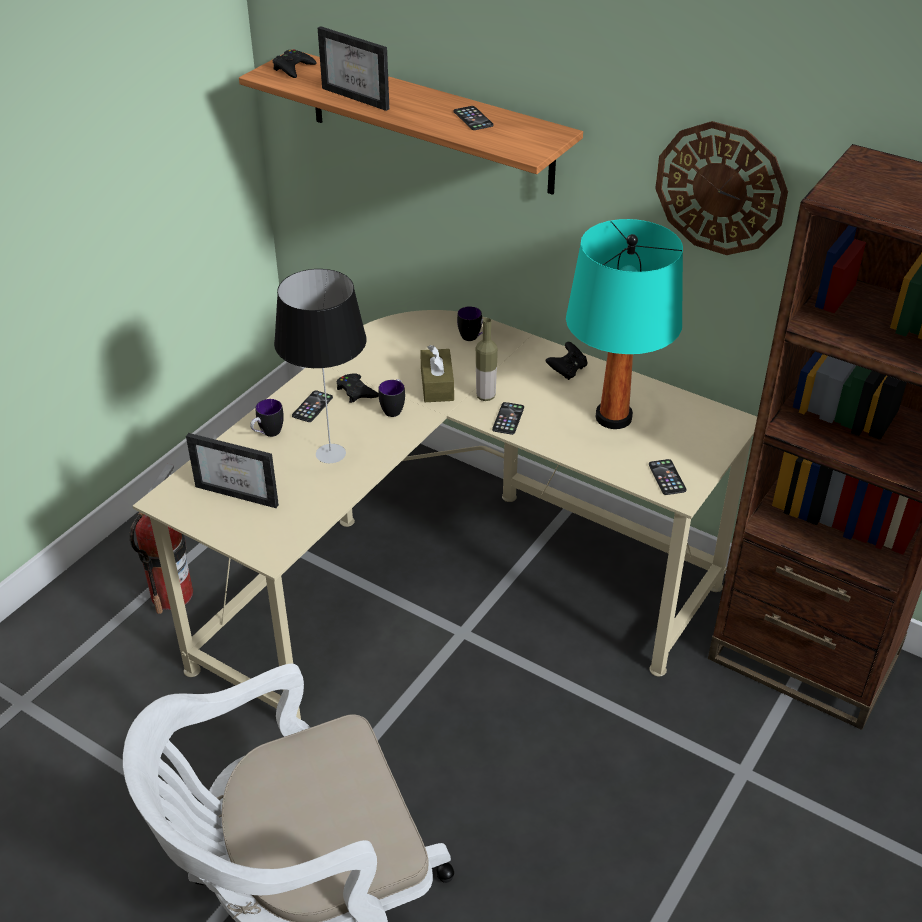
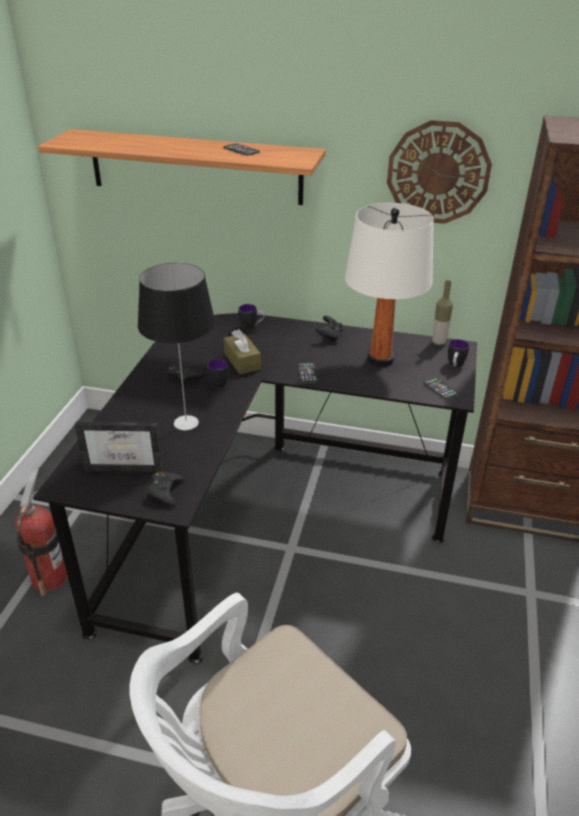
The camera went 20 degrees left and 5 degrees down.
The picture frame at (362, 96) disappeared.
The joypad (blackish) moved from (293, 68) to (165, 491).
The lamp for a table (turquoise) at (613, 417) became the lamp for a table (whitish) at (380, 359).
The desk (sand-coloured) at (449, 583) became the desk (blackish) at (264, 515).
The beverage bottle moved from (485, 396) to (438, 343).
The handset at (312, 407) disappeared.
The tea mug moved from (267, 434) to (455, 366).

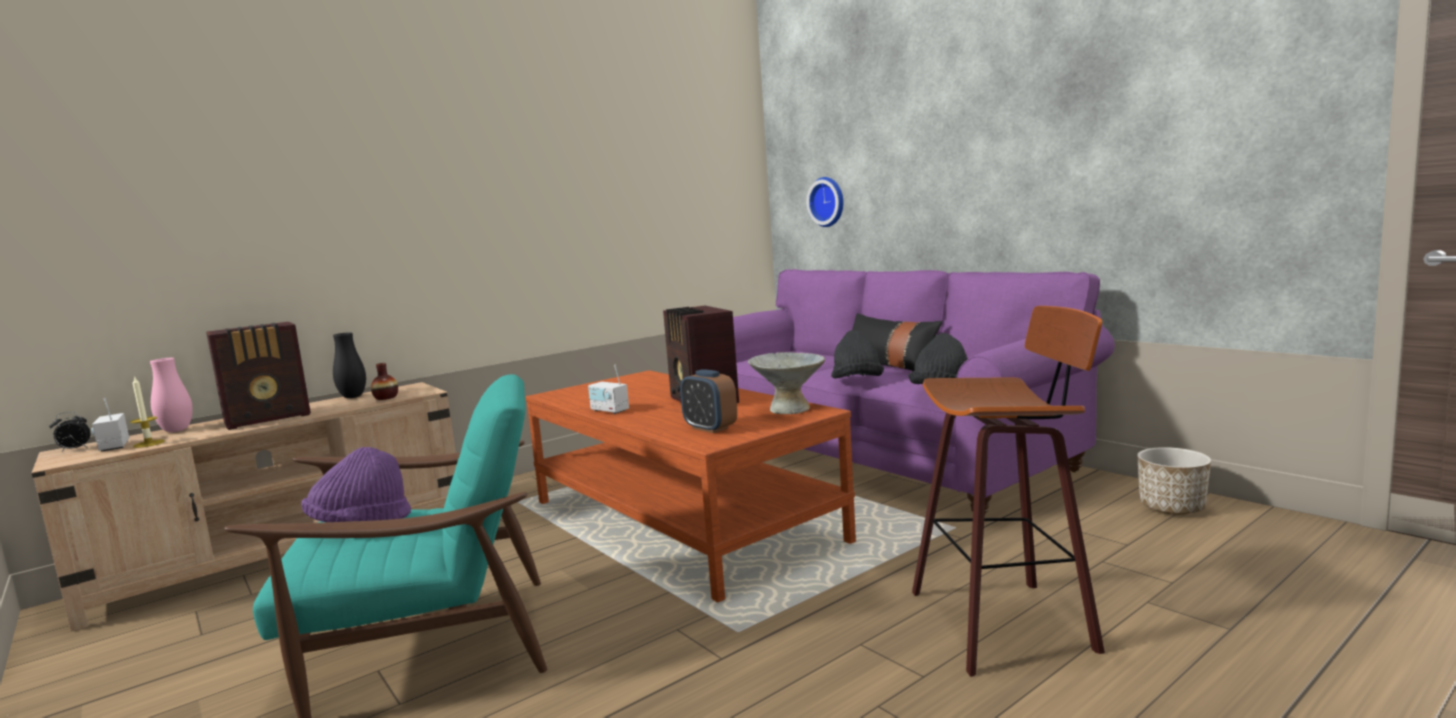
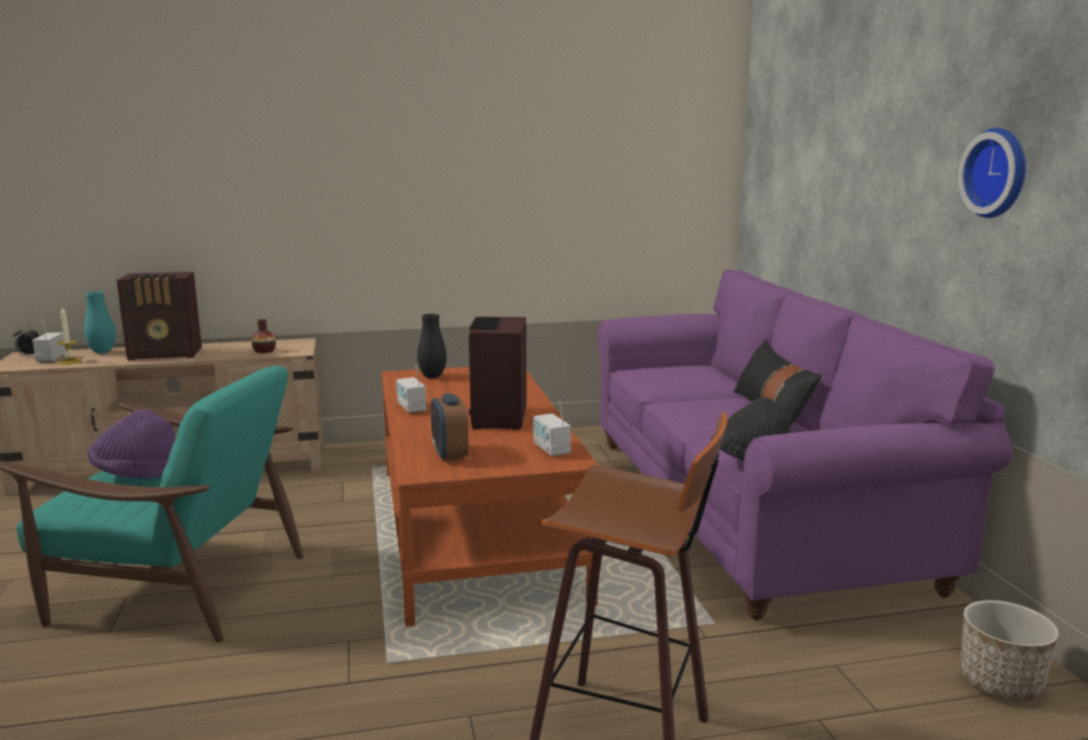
The camera went 25 degrees right and 5 degrees up.
The hanging clock moved from (828, 202) to (999, 173).
The wearable hat (blackish) at (857, 382) disappeared.
The flower vase (blackish) moved from (353, 397) to (432, 377).
The bowl (greyish) at (789, 409) was replaced by the radio receiver at (551, 449).
The flower vase (pink-coloured) at (176, 430) became the flower vase (turquoise) at (102, 352).

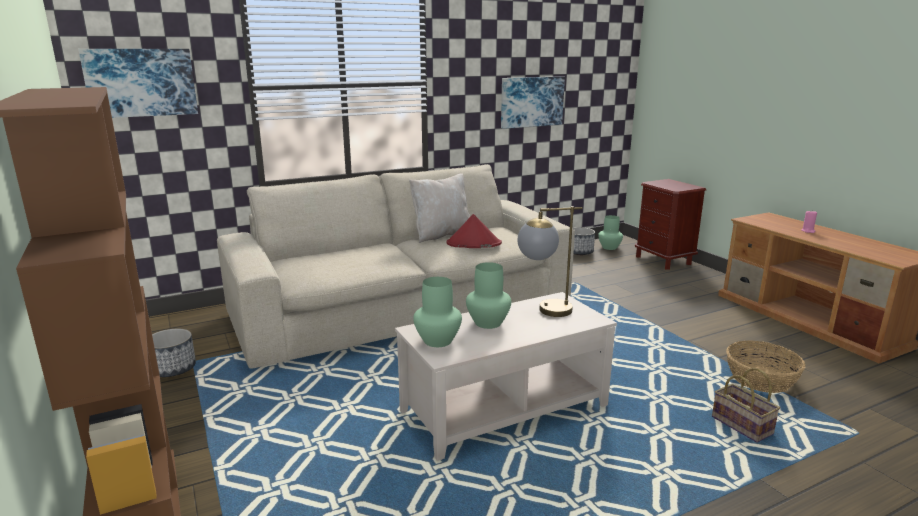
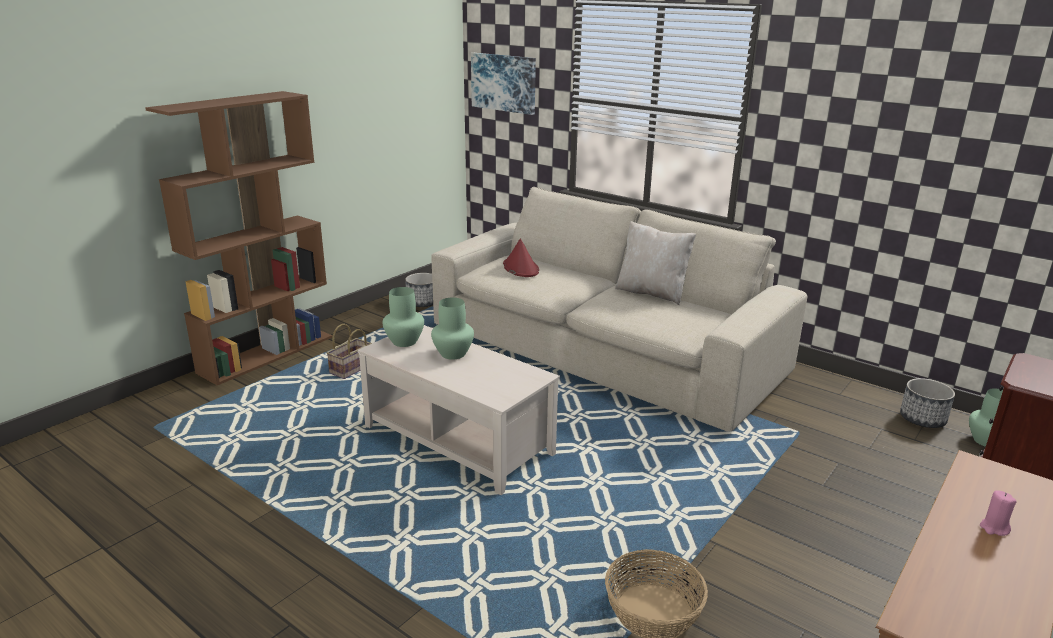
The camera went 65 degrees right and 5 degrees up.
The wall picture at (531, 101) disappeared.
The lamp for a table at (543, 311) disappeared.
The wearable hat (red) moved from (473, 243) to (520, 268).
The household basket moved from (743, 426) to (351, 369).

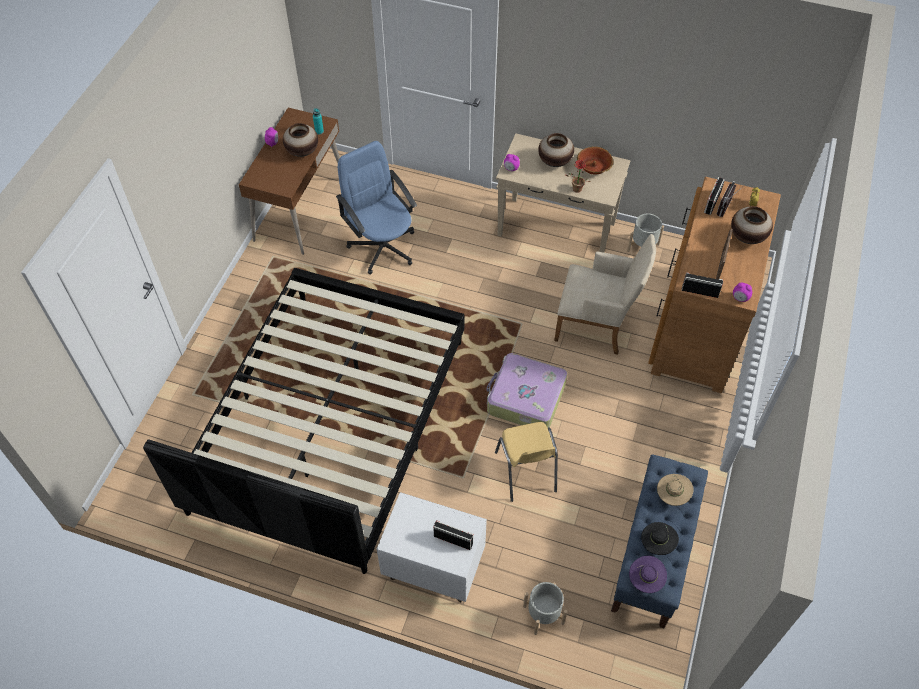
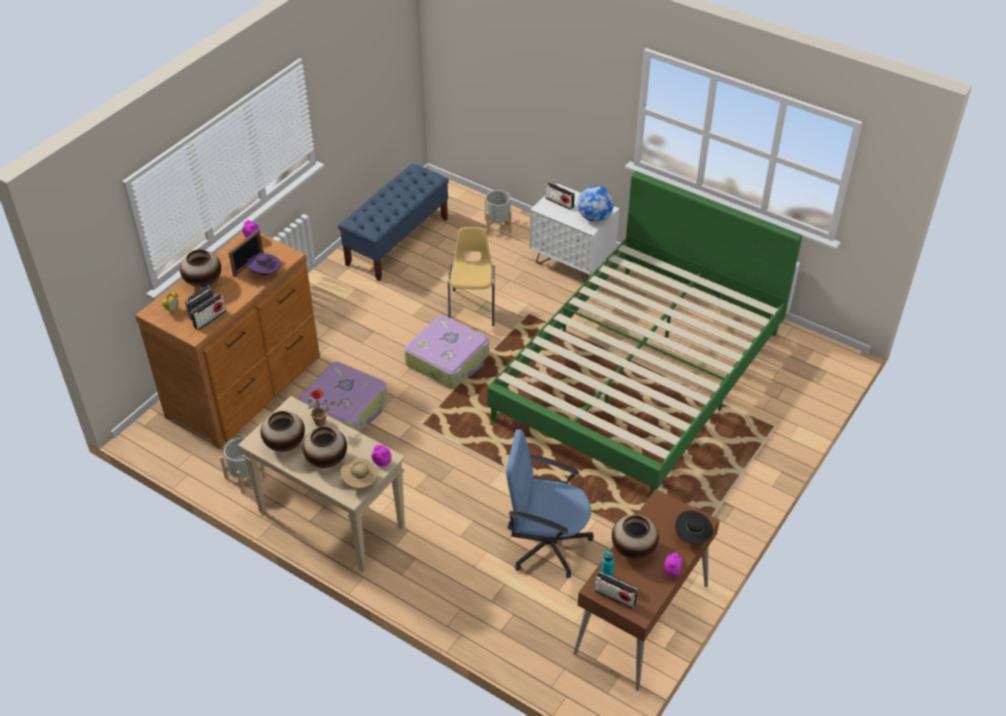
The camera went 165 degrees left and 10 degrees down.
The office chair (blue) at (383, 247) turned 120 degrees clockwise.
The bowl at (594, 167) was replaced by the flower vase at (285, 444).
The lounge chair (sand-coloured) at (597, 326) was replaced by the travel case at (345, 407).
The bedroom bed (blackish) at (329, 424) became the bedroom bed (green) at (640, 375).
The radio receiver moved from (700, 291) to (615, 597).
The wearable hat (sand-coloured) moved from (672, 495) to (360, 482).
The wearable hat (blackish) moved from (657, 543) to (692, 536).
The wearable hat (purple-coloured) moved from (645, 580) to (265, 273).
The world globe at (594, 217) appeared.

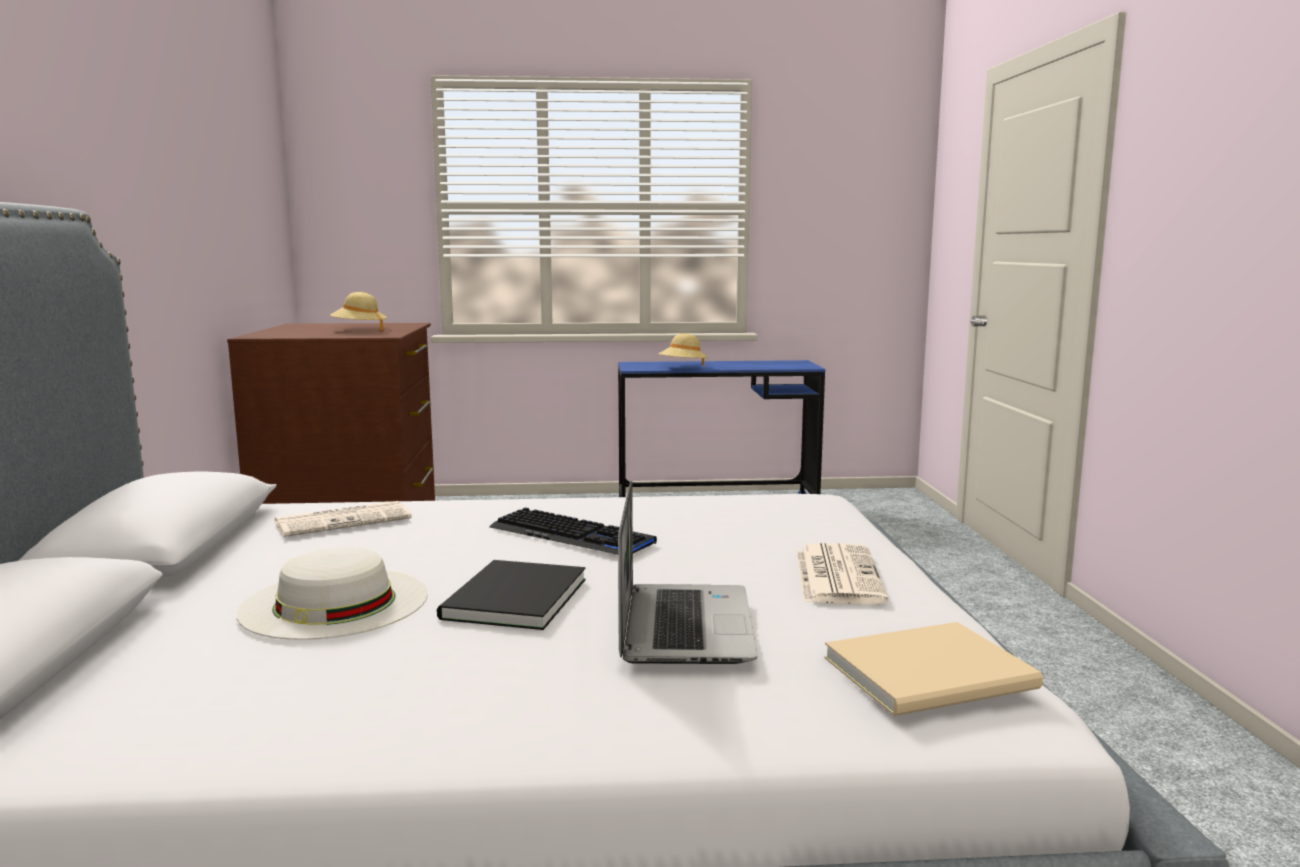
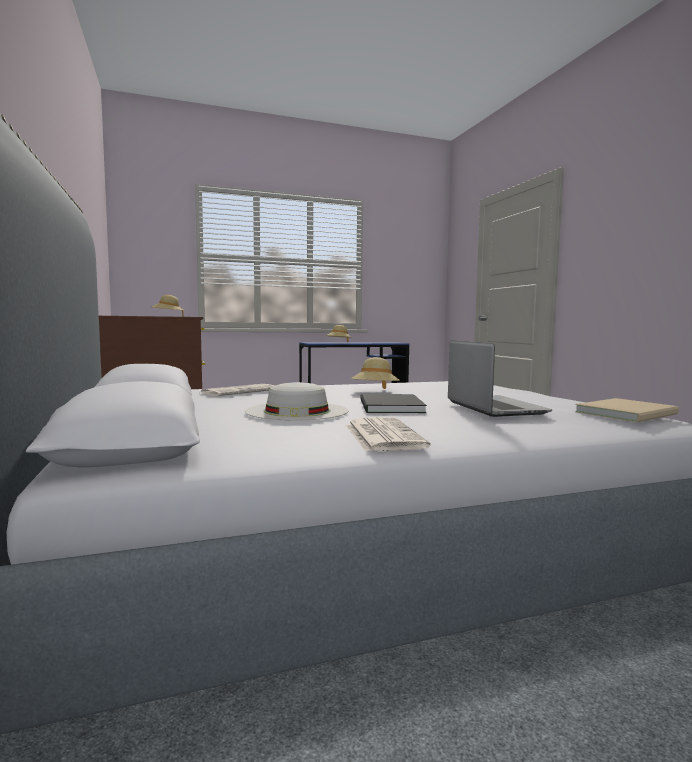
The camera went 15 degrees left and 5 degrees down.
The computer keyboard at (571, 536) was replaced by the wearable hat (sand-coloured) at (375, 392).
The newspaper moved from (836, 575) to (382, 435).

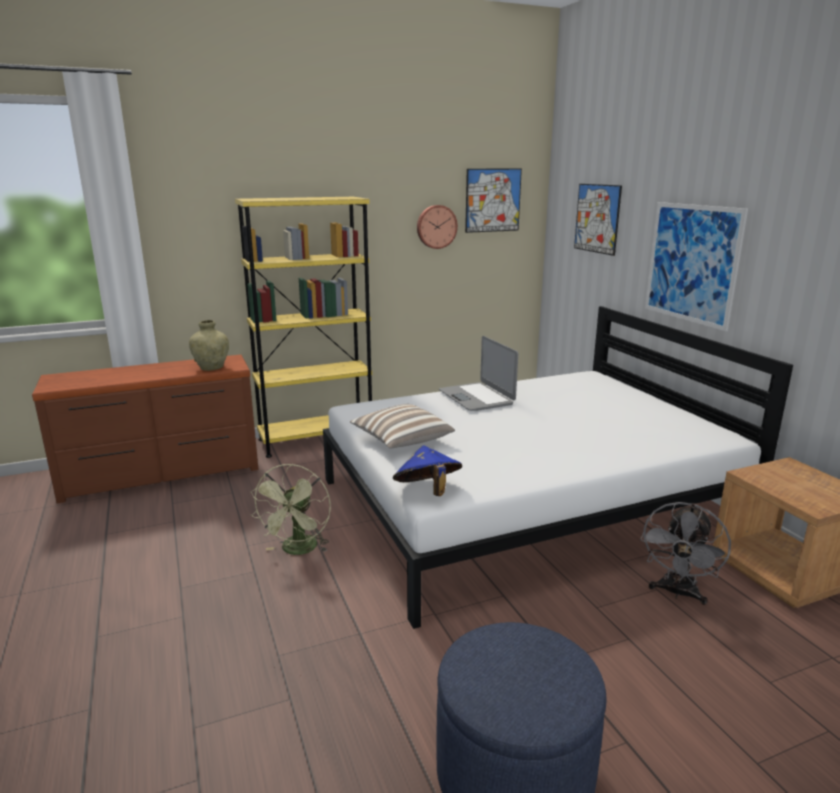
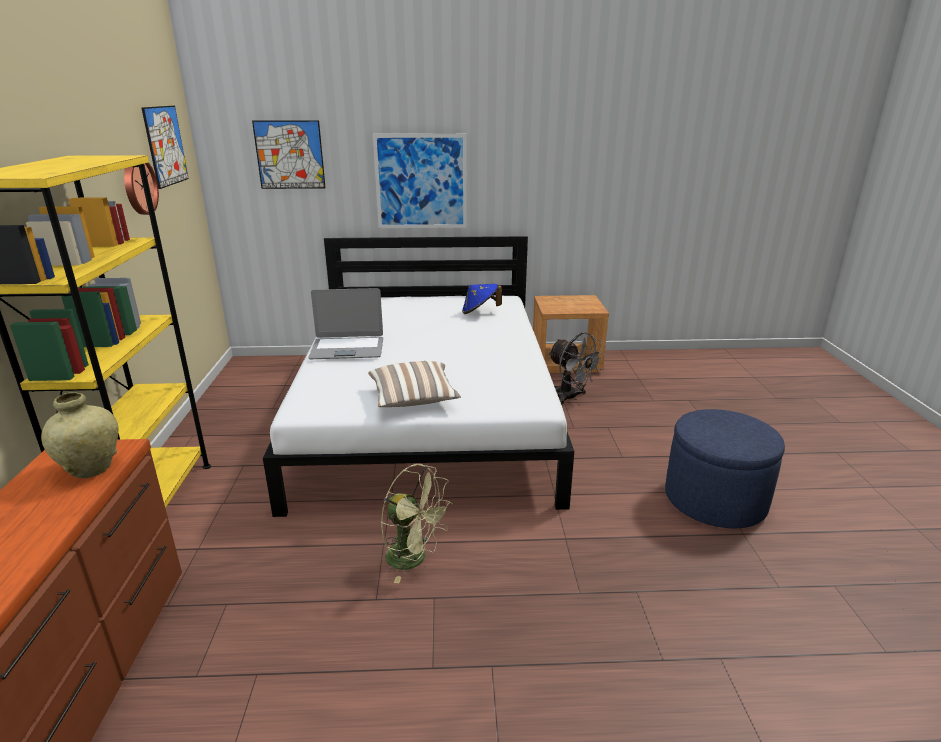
The camera went 70 degrees left and 5 degrees up.
The wearable hat (blue) moved from (427, 492) to (480, 312).

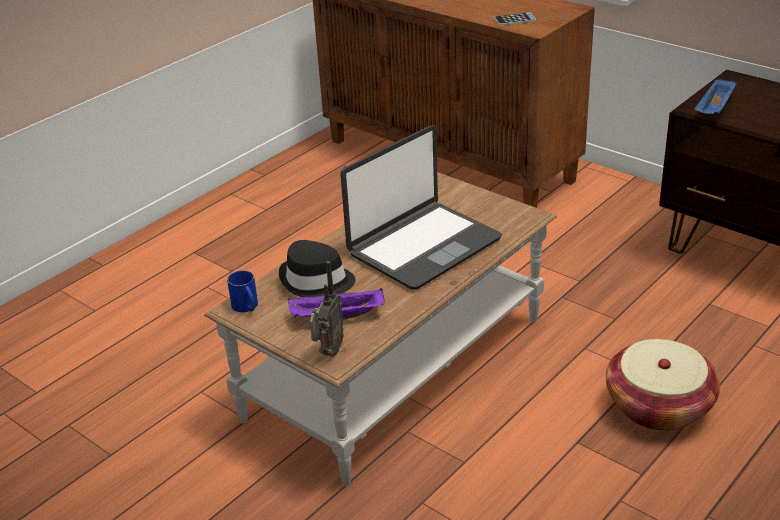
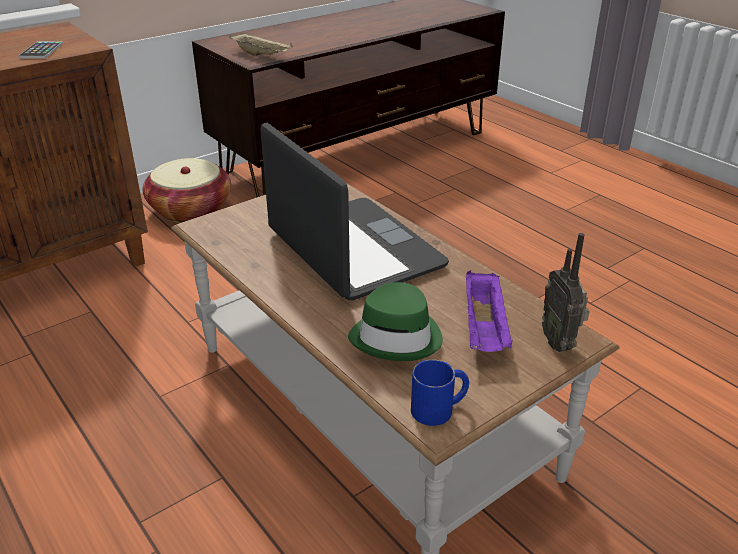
The camera went 80 degrees left and 0 degrees up.
The tray (blue) at (714, 109) became the tray (sand-coloured) at (262, 56).
The wearable hat (blackish) at (316, 281) became the wearable hat (green) at (397, 337).
The radio receiver at (328, 352) turned 135 degrees counterclockwise.
The household basket moved from (658, 406) to (190, 210).

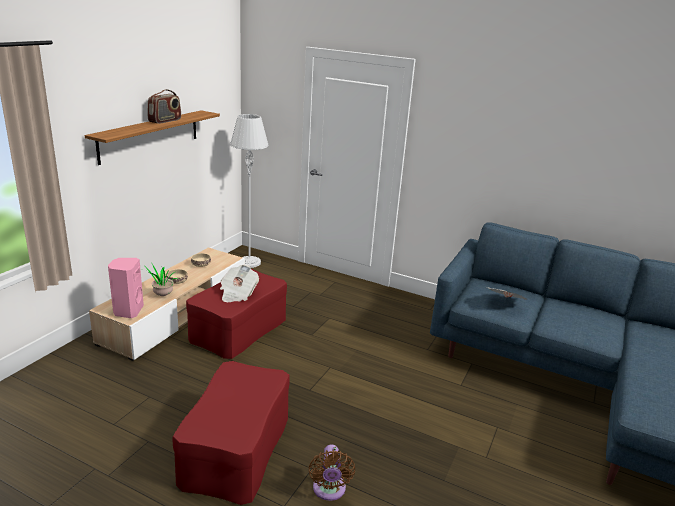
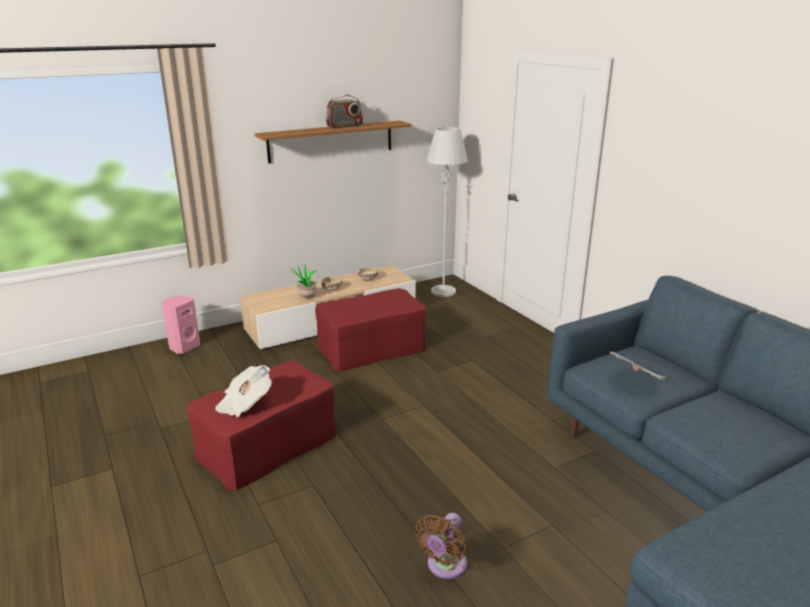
The camera went 35 degrees right and 0 degrees up.
The speaker (pink-coloured) moved from (128, 311) to (184, 347).
The newspaper moved from (238, 294) to (245, 404).
The fan (brown-coloured) moved from (329, 490) to (444, 566).

